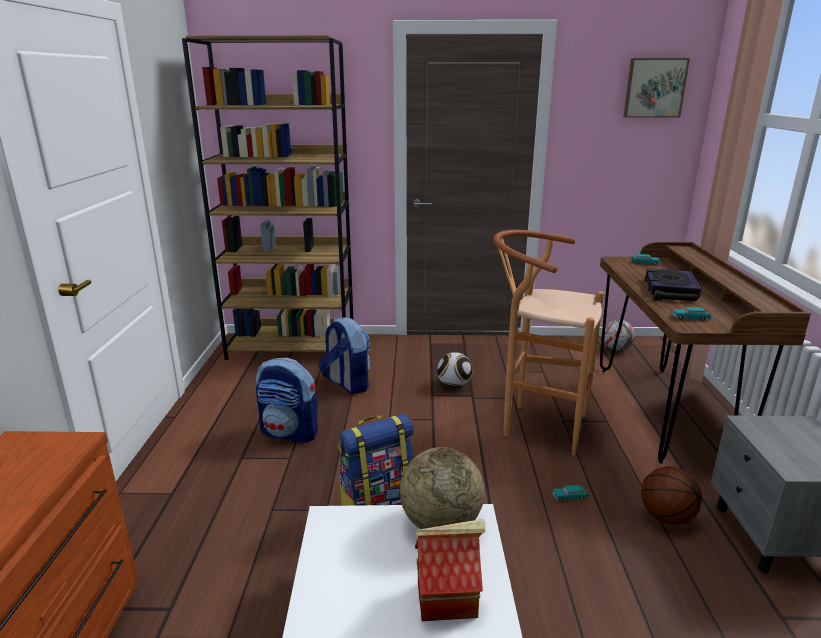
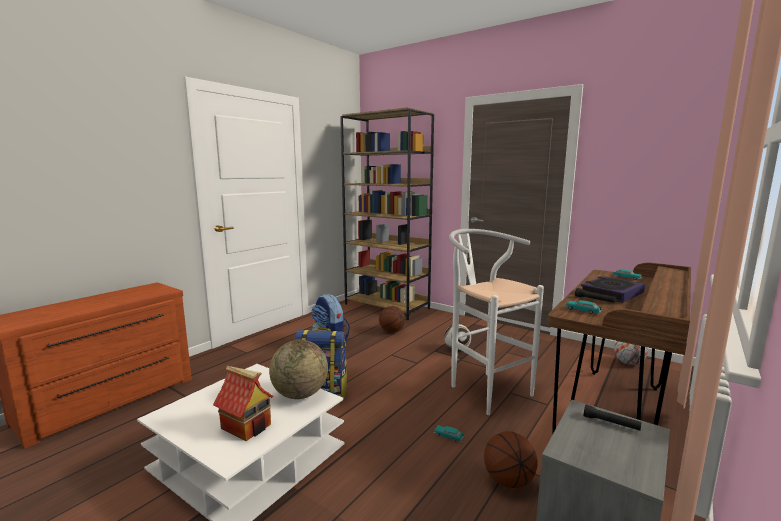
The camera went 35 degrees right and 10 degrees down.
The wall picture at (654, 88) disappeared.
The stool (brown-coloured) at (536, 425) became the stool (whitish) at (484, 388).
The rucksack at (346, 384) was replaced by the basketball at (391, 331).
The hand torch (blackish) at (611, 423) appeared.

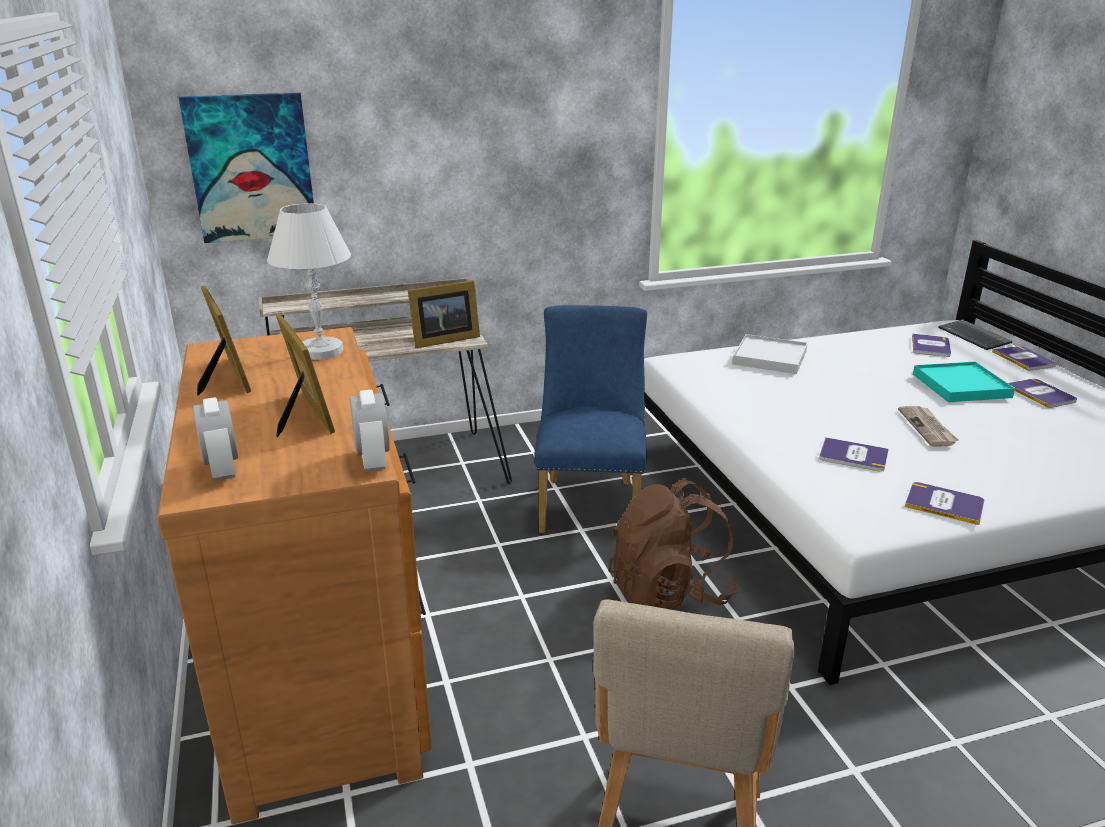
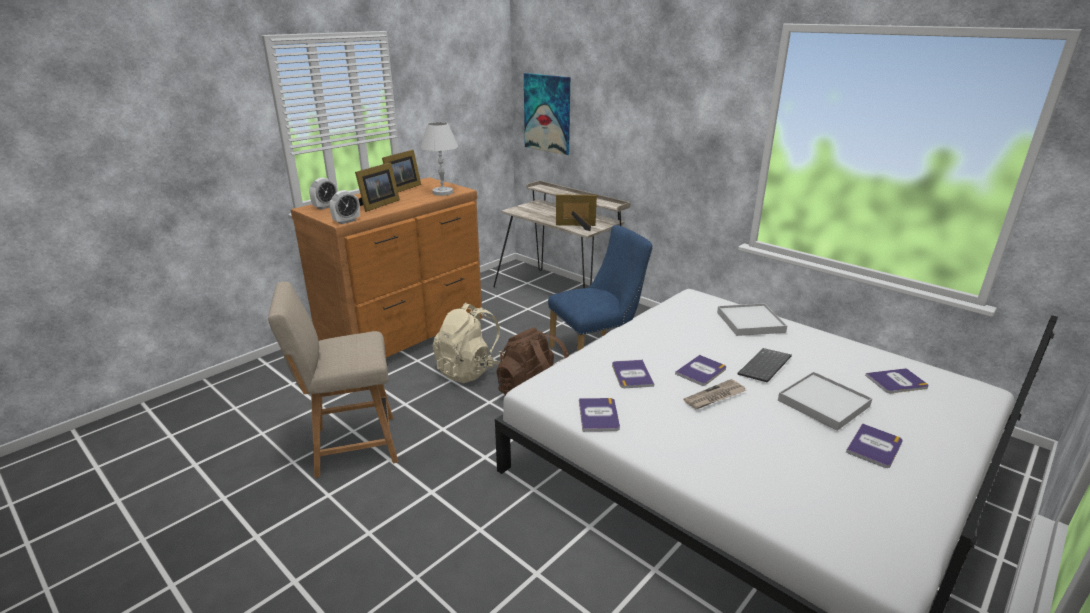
The camera went 60 degrees right and 0 degrees up.
The picture frame at (442, 340) turned 150 degrees clockwise.
The computer keyboard moved from (975, 336) to (765, 367).
The volume moved from (1024, 359) to (701, 371).
The tray (turquoise) at (960, 386) became the tray (whitish) at (823, 403).
The rucksack (sand-coloured) at (470, 370) appeared.

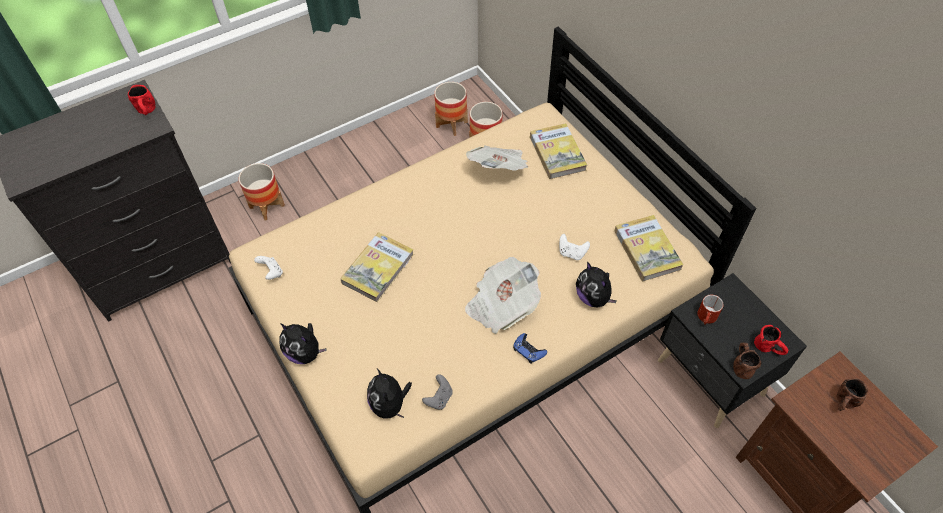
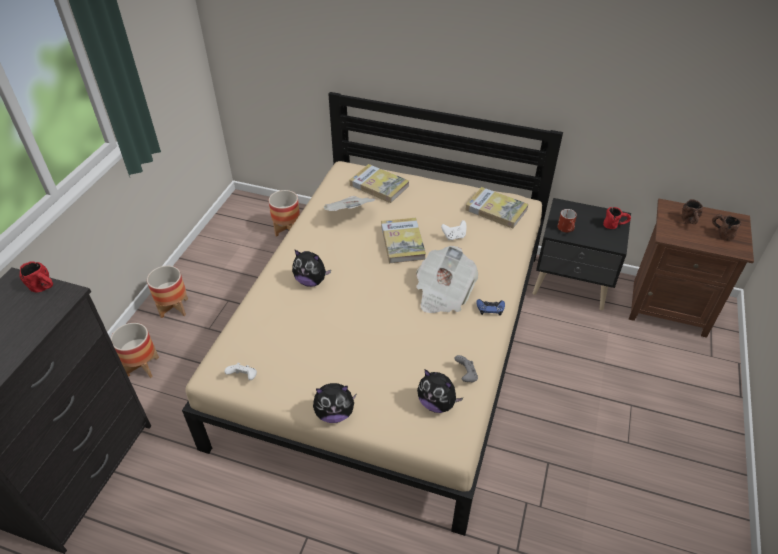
The camera went 40 degrees left and 10 degrees down.
The plant pot moved from (451, 124) to (174, 308).
The volume moved from (378, 268) to (402, 242).
The soft toy moved from (593, 297) to (311, 281).
The tea mug (brown-coloured) moved from (741, 364) to (720, 233).

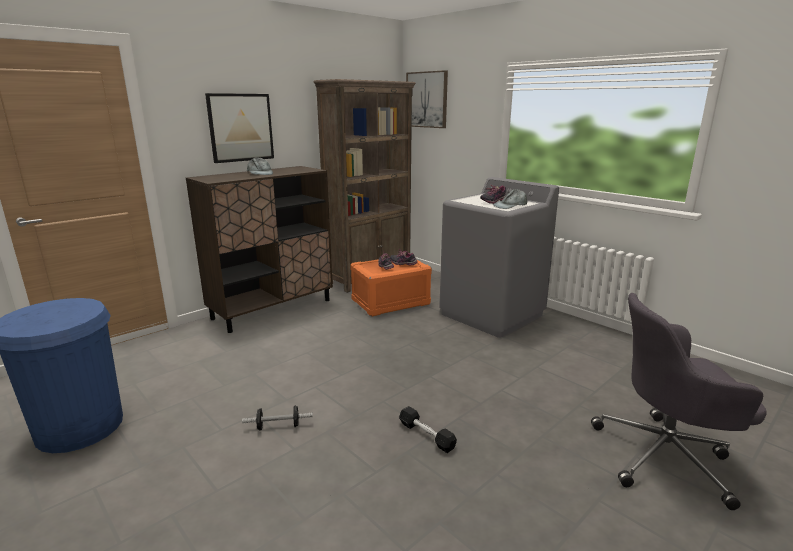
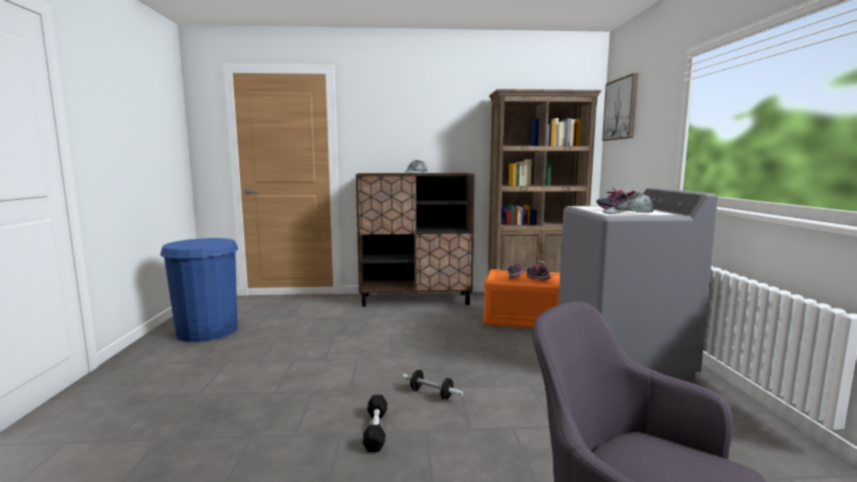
The camera went 40 degrees right and 10 degrees down.
The wall picture at (241, 127) disappeared.
The dumbbell moved from (278, 426) to (431, 394).

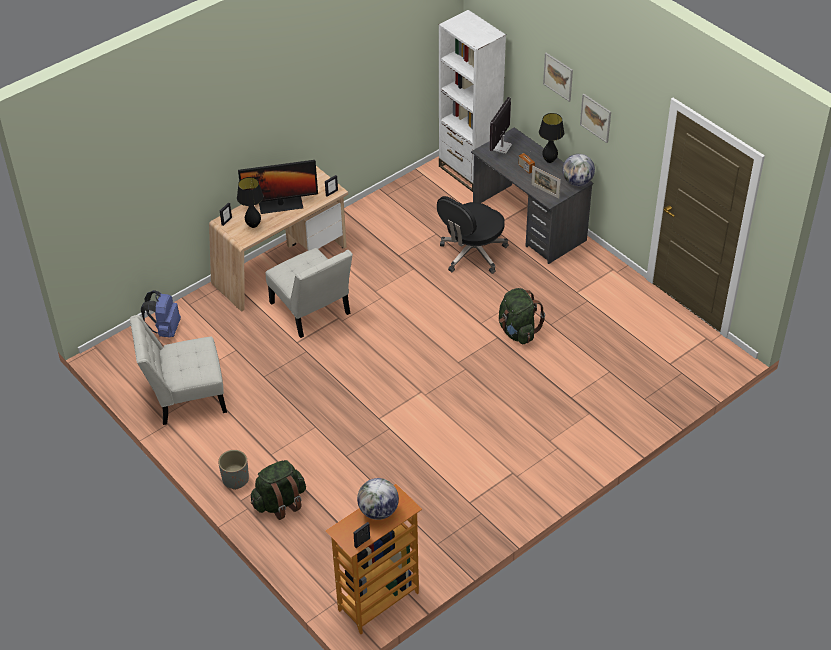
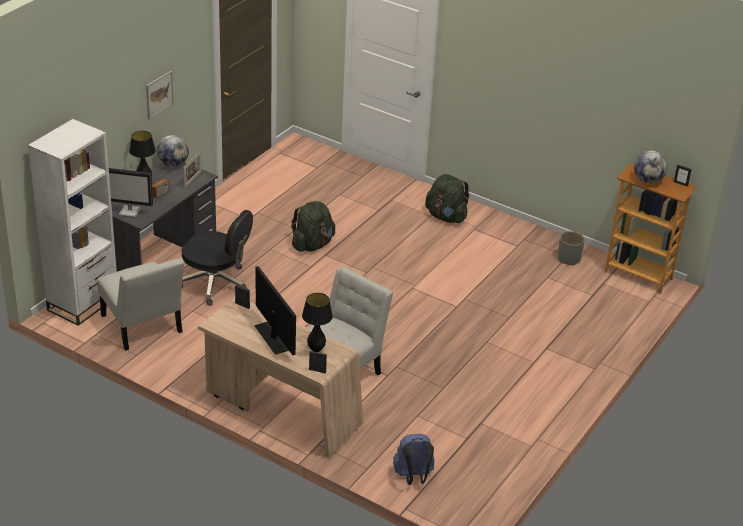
The camera went 110 degrees left and 10 degrees down.
The wall picture at (558, 76) disappeared.
The chair (whitish) moved from (185, 397) to (143, 327).
The plant pot (greyish) moved from (235, 479) to (569, 259).
The rucksack (green) moved from (280, 503) to (446, 217).

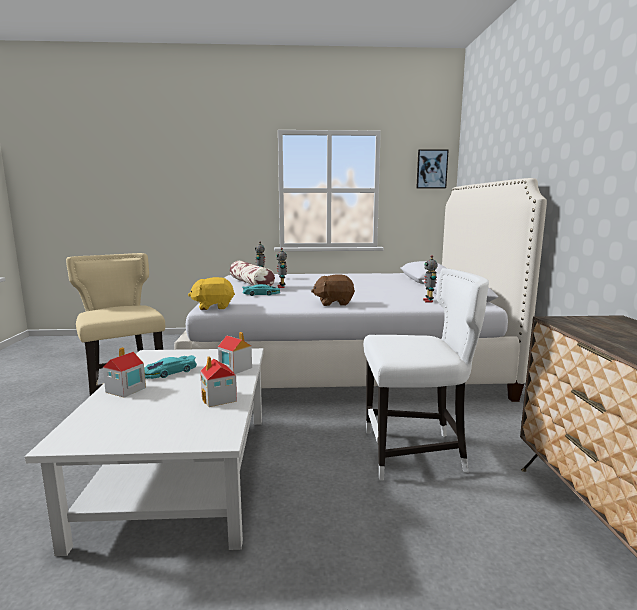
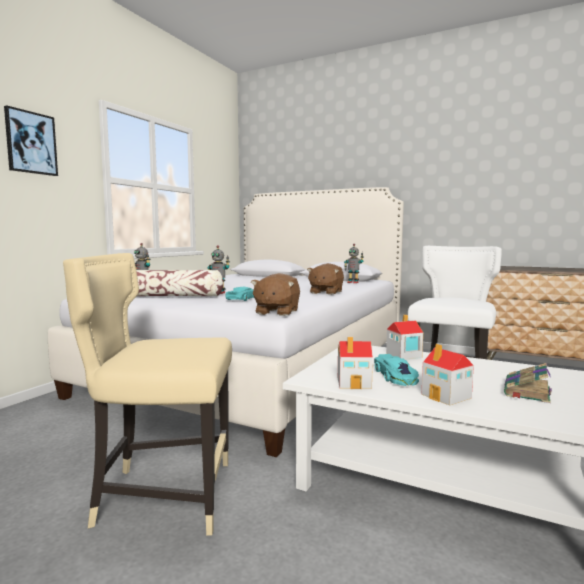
The camera went 60 degrees left and 5 degrees down.
The wall picture moved from (431, 169) to (31, 143).
The soft toy (yellow) at (213, 307) became the soft toy (brown-coloured) at (276, 312).
The model house moved from (219, 399) to (354, 383).
The volume at (527, 392) appeared.

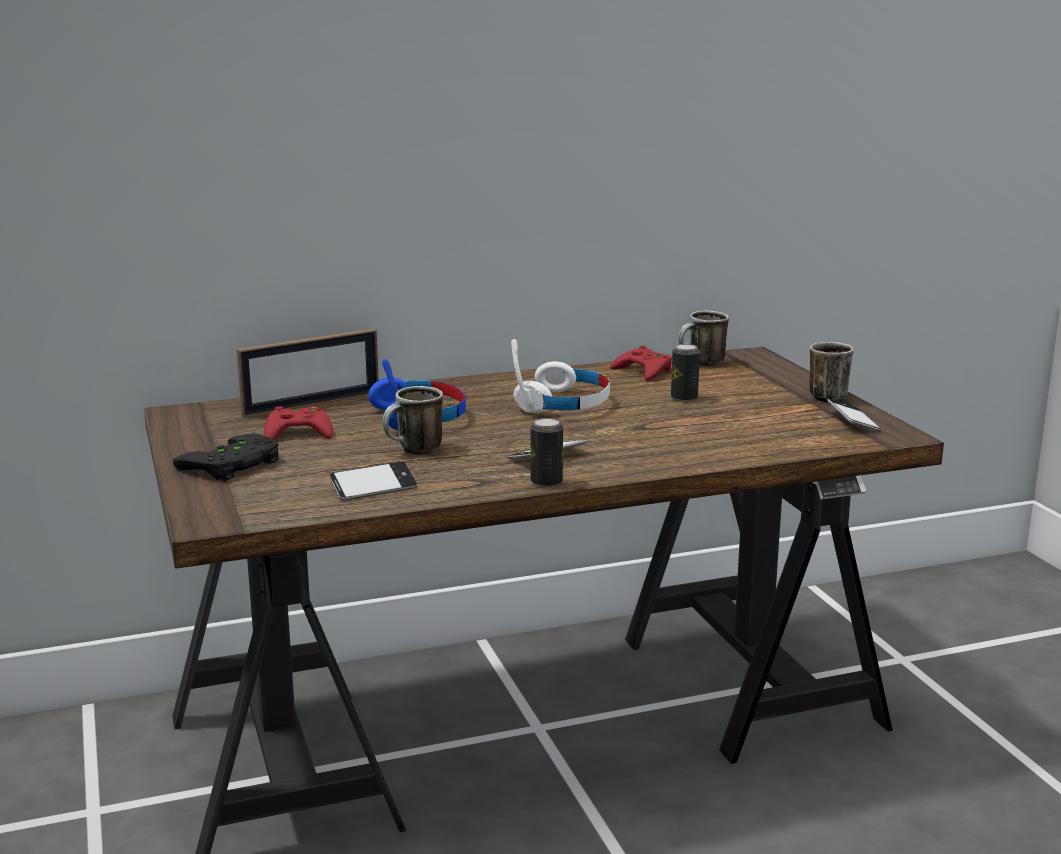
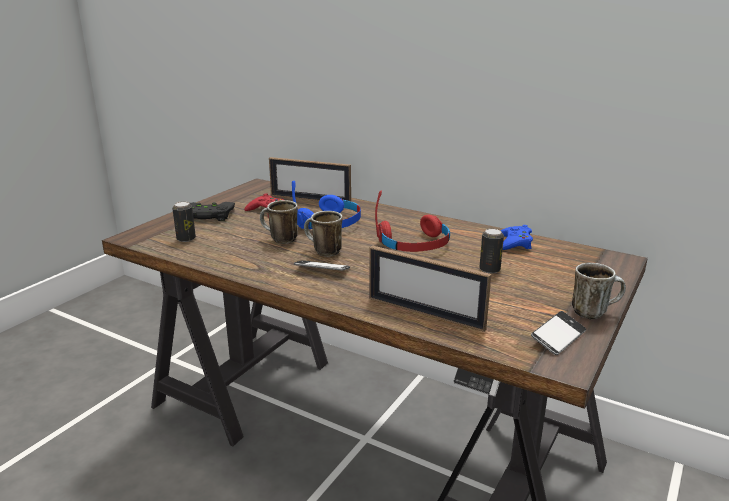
The camera went 50 degrees right and 5 degrees up.
The tea mug moved from (702, 364) to (322, 252).
The pair of headphones (whitish) at (564, 404) became the pair of headphones (red) at (414, 245).
The joypad (red) at (643, 371) became the joypad (blue) at (514, 243).
The can moved from (546, 482) to (186, 239).
The handset at (373, 488) disappeared.
The picture frame at (425, 313) appeared.

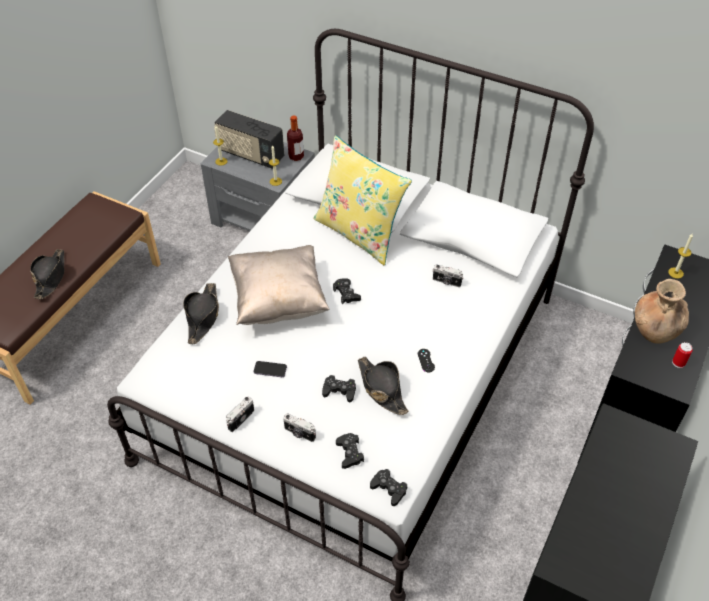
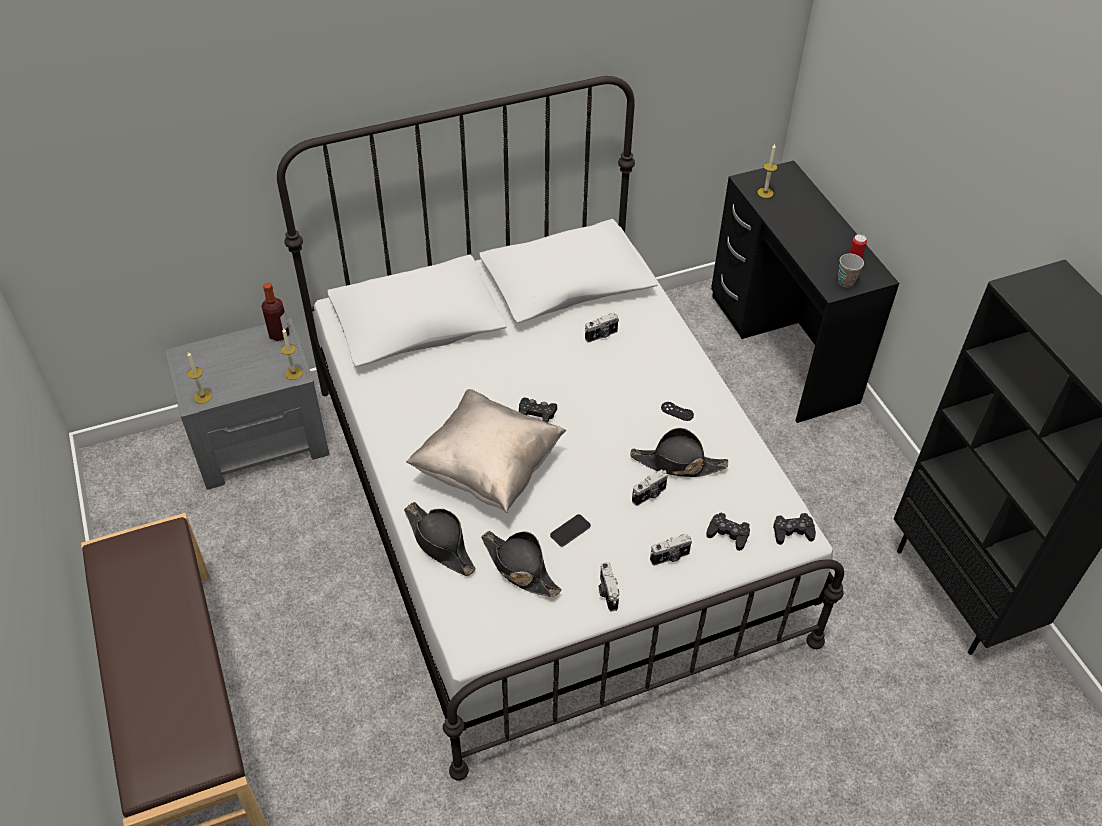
The camera went 50 degrees left and 0 degrees up.
The radio receiver at (250, 155) disappeared.
The cushion (yellow) at (359, 233) disappeared.
The wearable hat (blackish) moved from (50, 277) to (519, 567).
The flower vase (brown-coloured) at (655, 330) disappeared.
The joypad (blackish) at (339, 391) was replaced by the still camera at (650, 495).
The drinking cup at (846, 282) appeared.

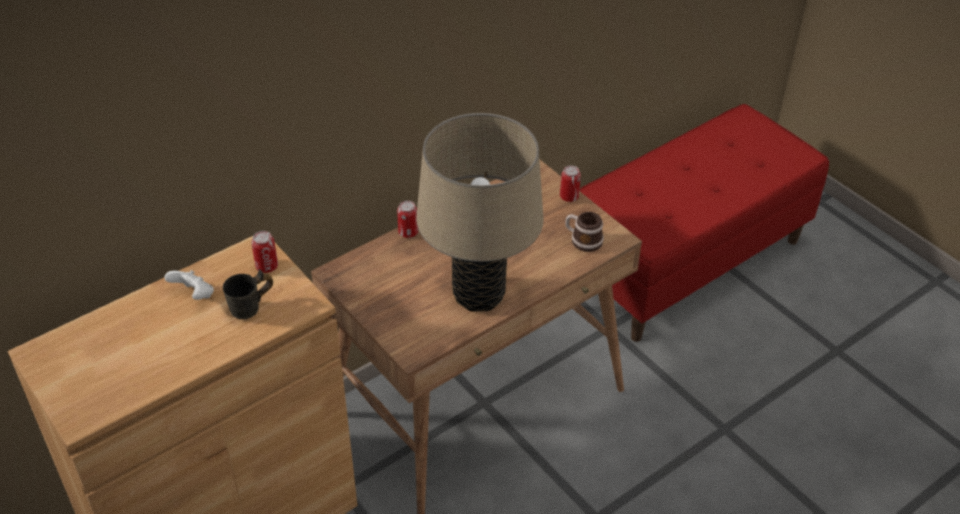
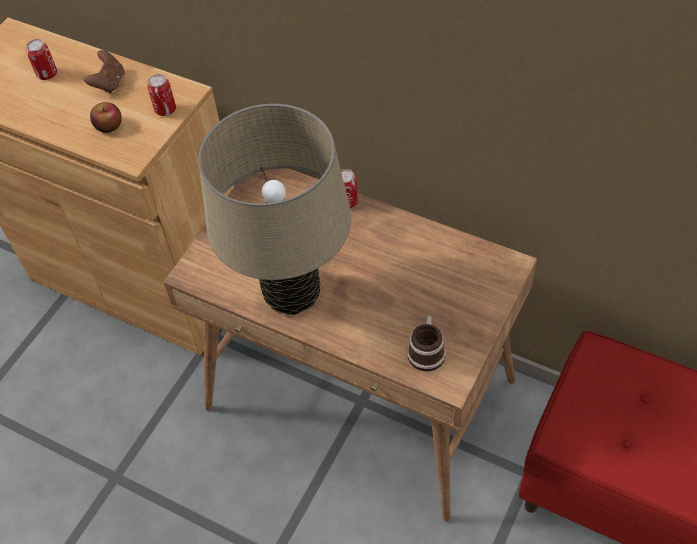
The camera went 70 degrees right and 10 degrees up.
The can moved from (569, 197) to (47, 74).
The tea mug (greyish) at (252, 309) was replaced by the whole apple at (109, 125).
The joypad (whitish) at (194, 295) became the joypad (brown-coloured) at (109, 83).

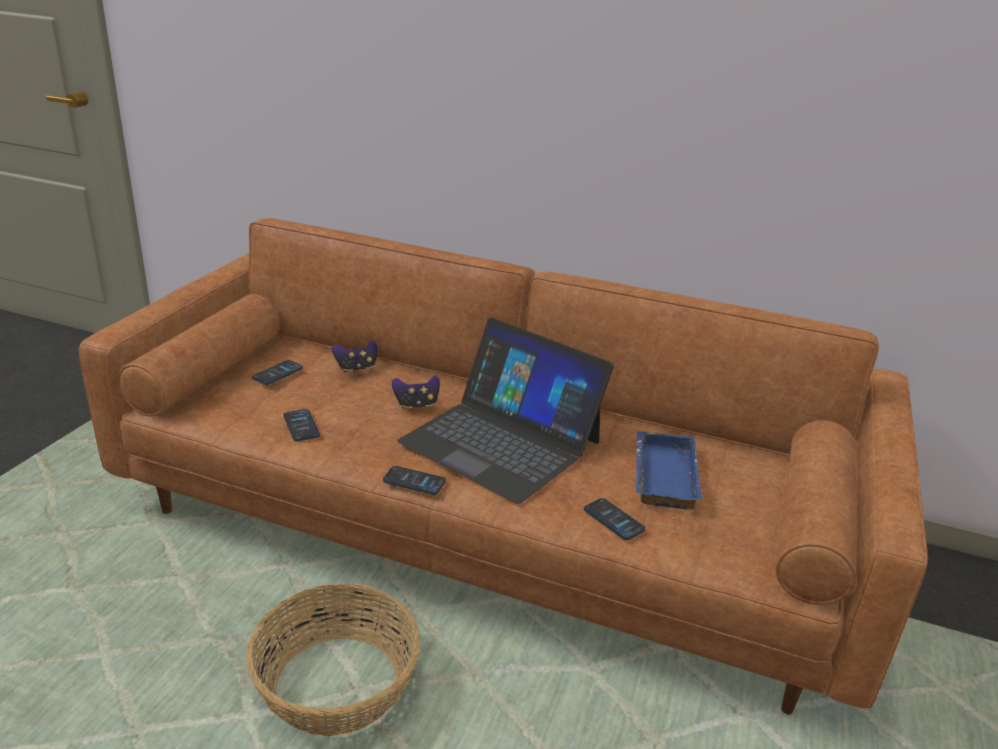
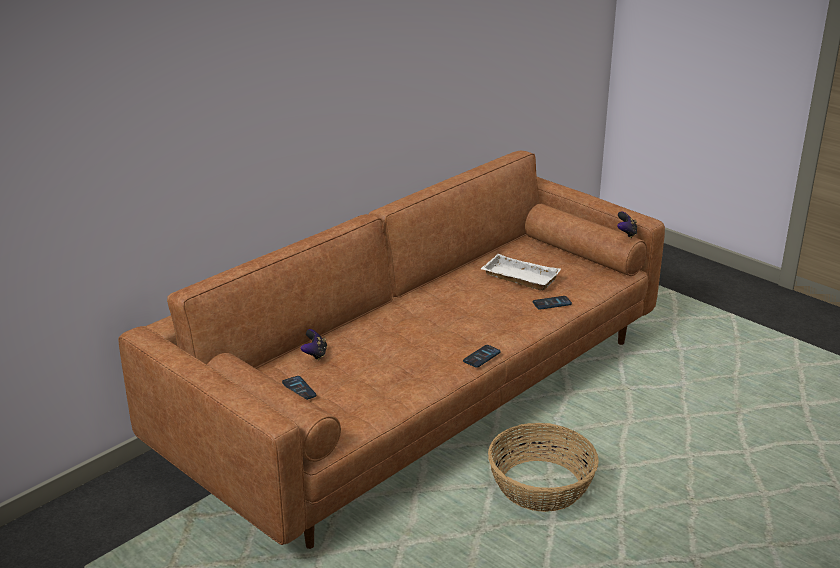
The camera went 65 degrees left and 0 degrees up.
The laptop at (501, 441) disappeared.
The joypad moved from (416, 405) to (626, 234).
The handset at (301, 426) disappeared.
The tray (blue) at (661, 475) became the tray (whitish) at (518, 278).

